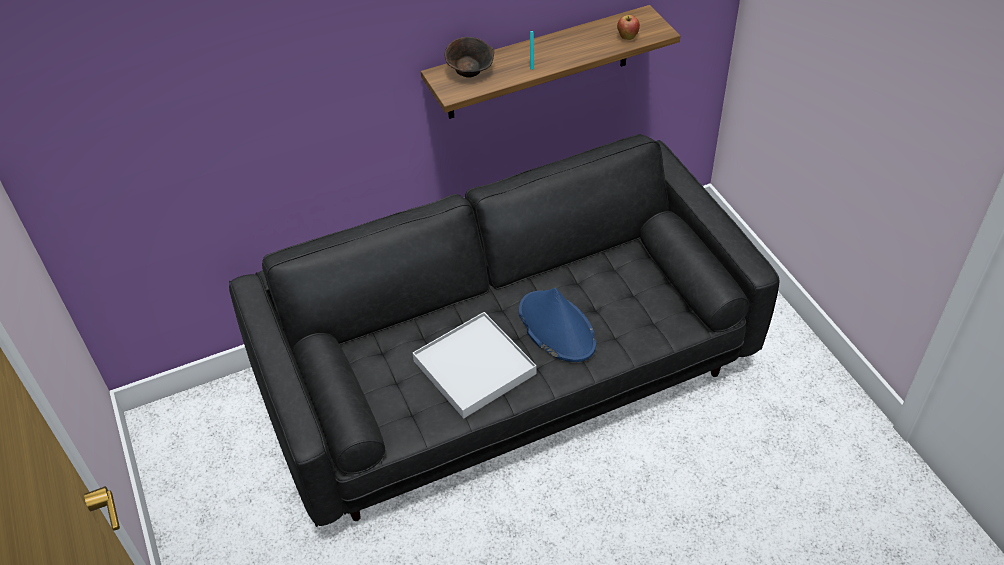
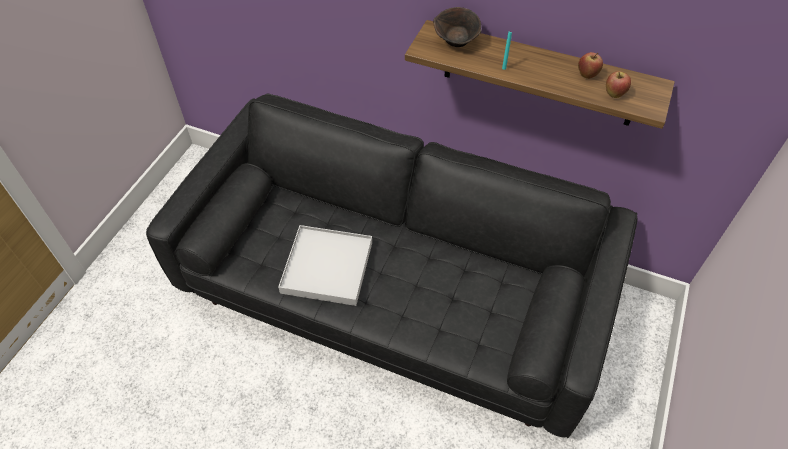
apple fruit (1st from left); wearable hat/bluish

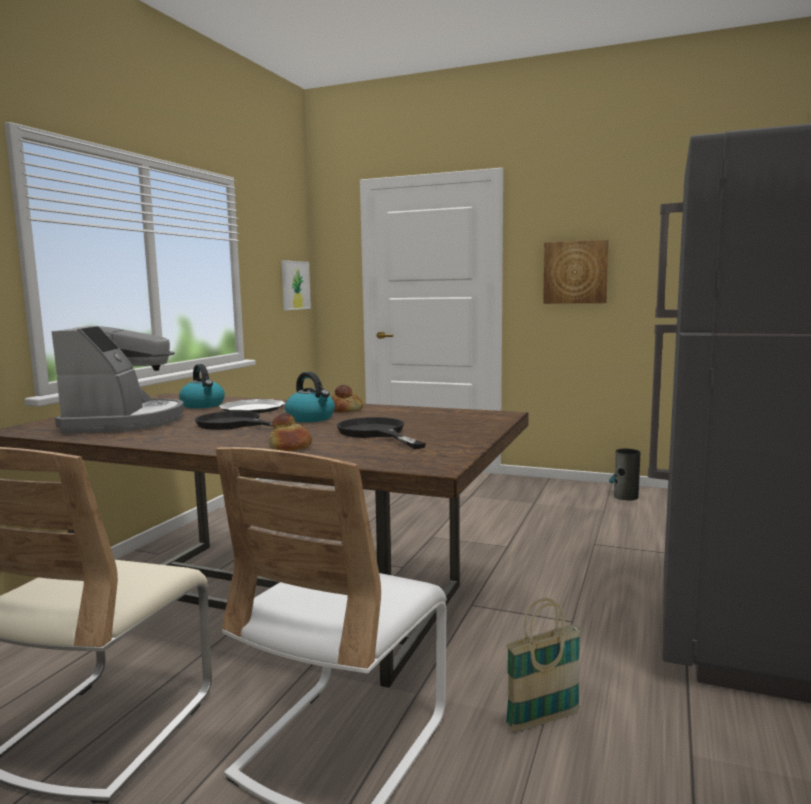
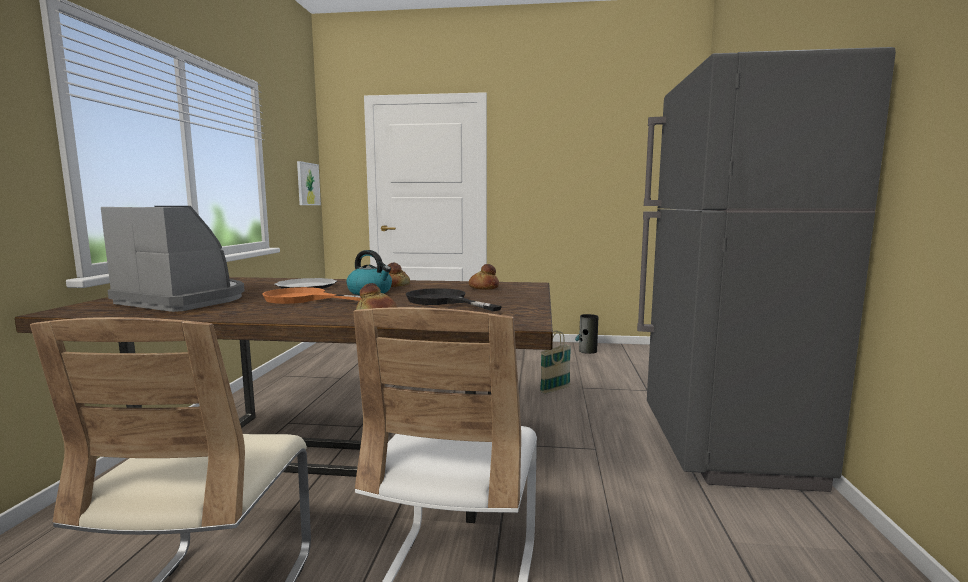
coffee brewer; frying pan/orange-coloured; bread (3rd from left); basket; kettle (1st from left in the first image); picture (2nd from left in the first image)

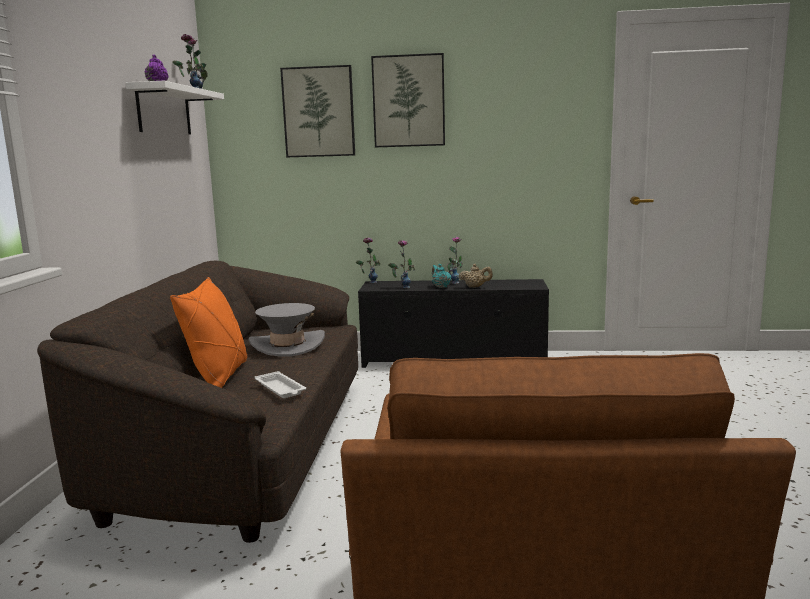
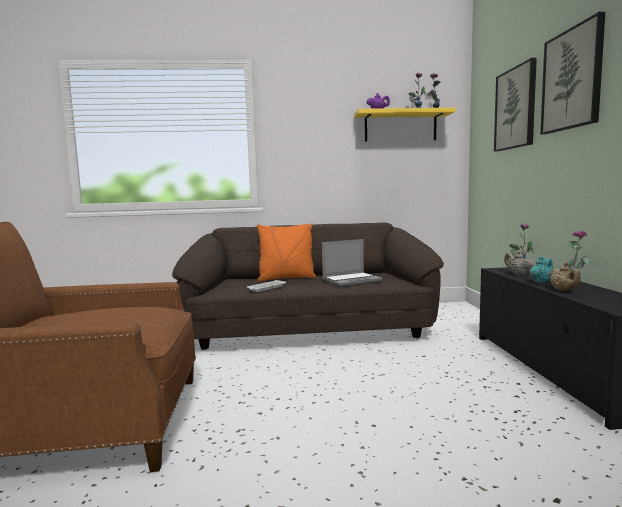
laptop; bracket shelf/yellow-coloured; teapot/sand-coloured (1st from left)

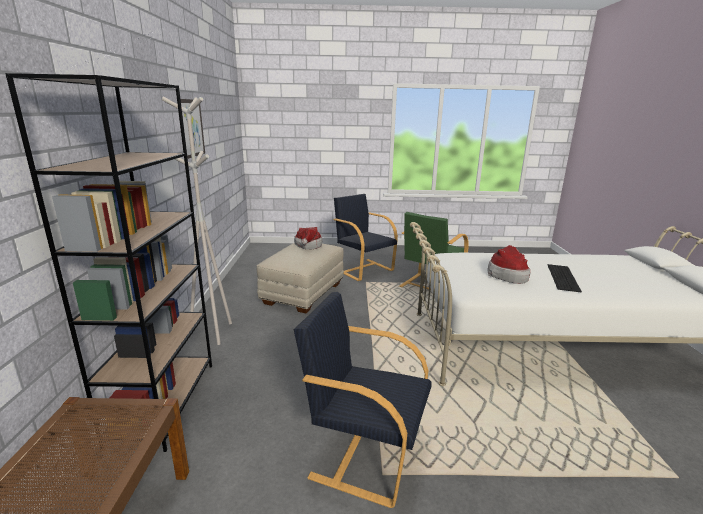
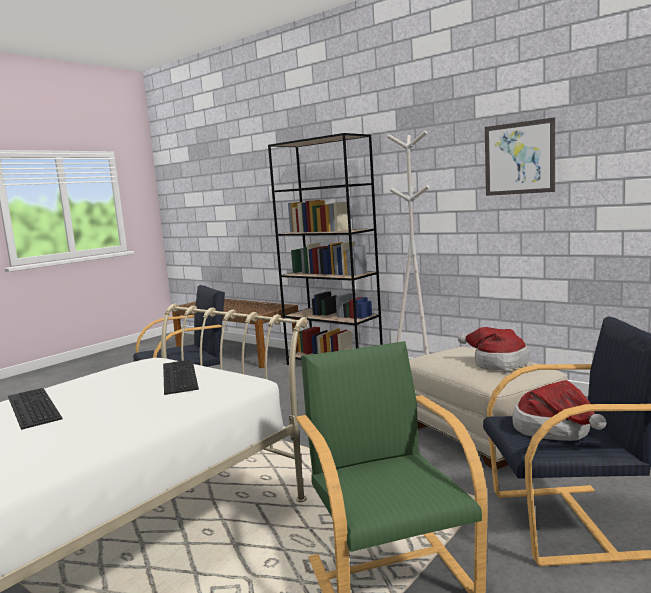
PC keyboard (2nd from left); wearable hat (2nd from left)

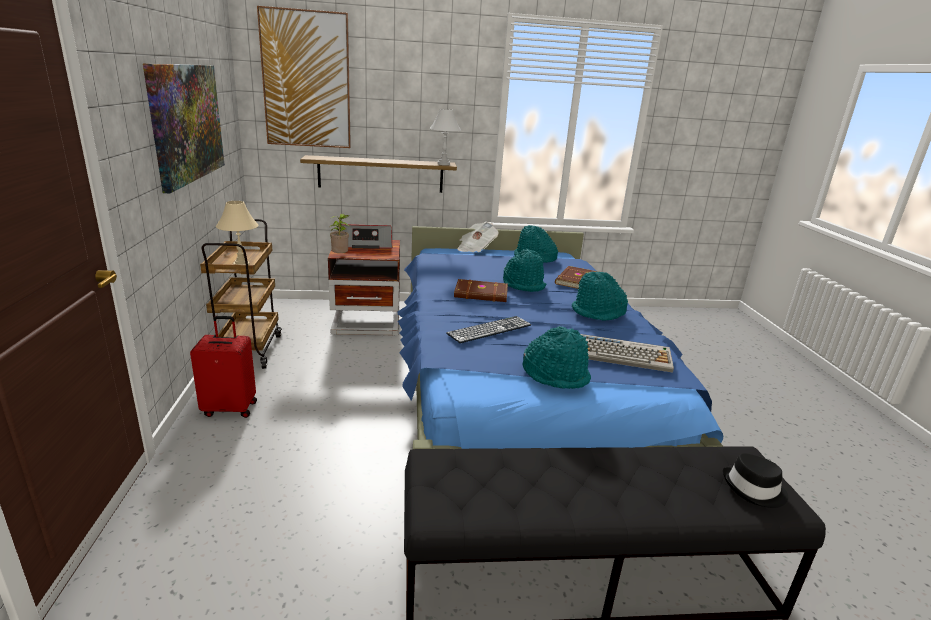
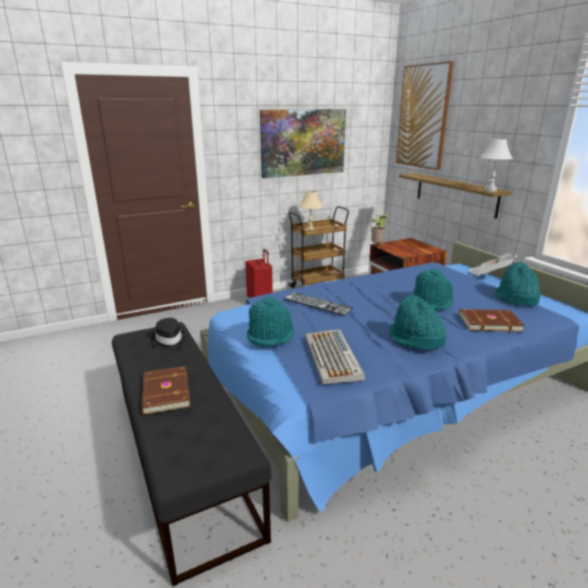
volume/brownish (1st from left); wearable hat/blackish; radio receiver

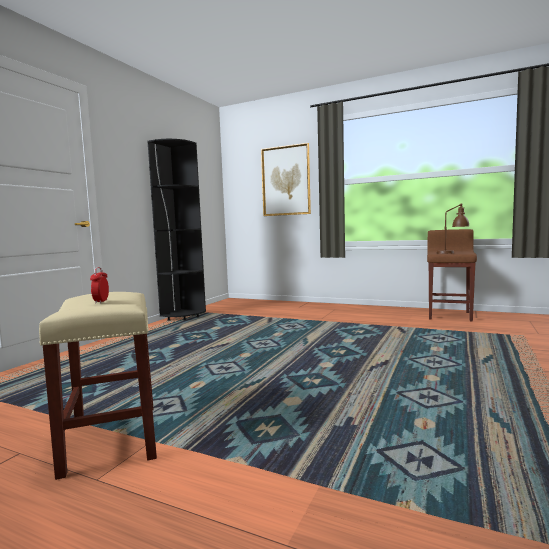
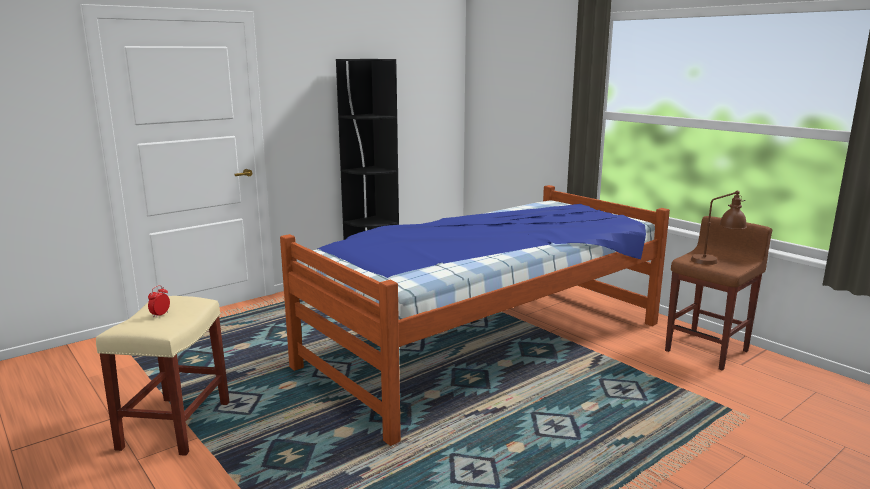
sleeping bed; picture

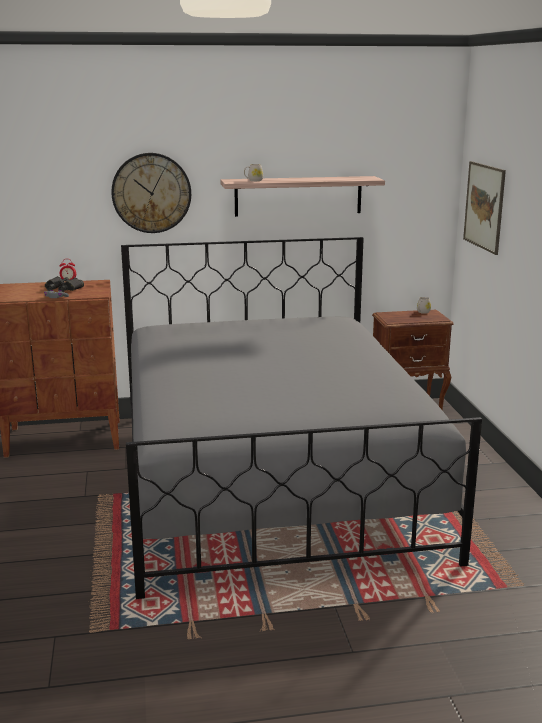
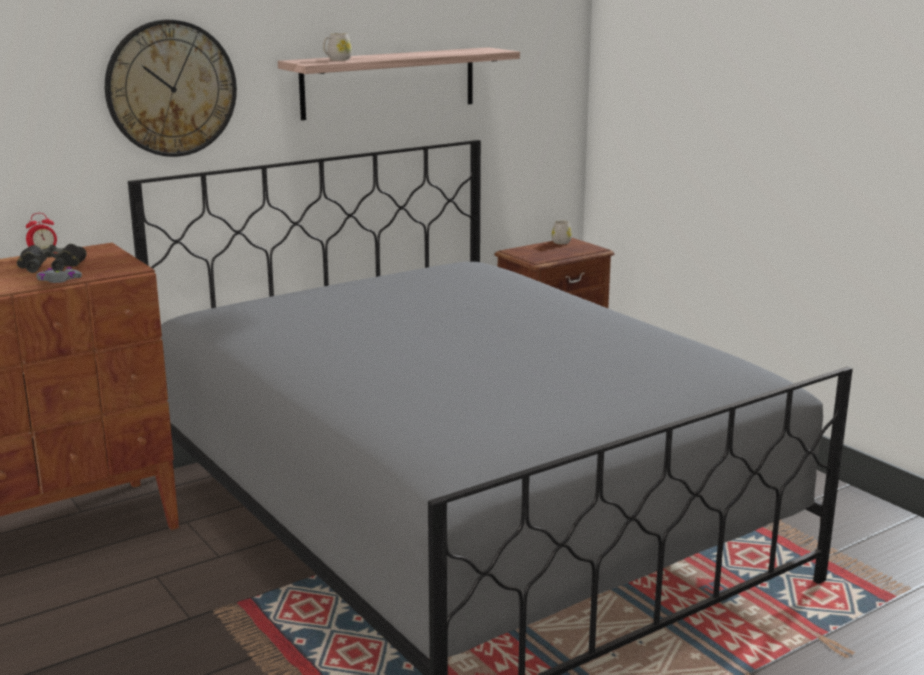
picture

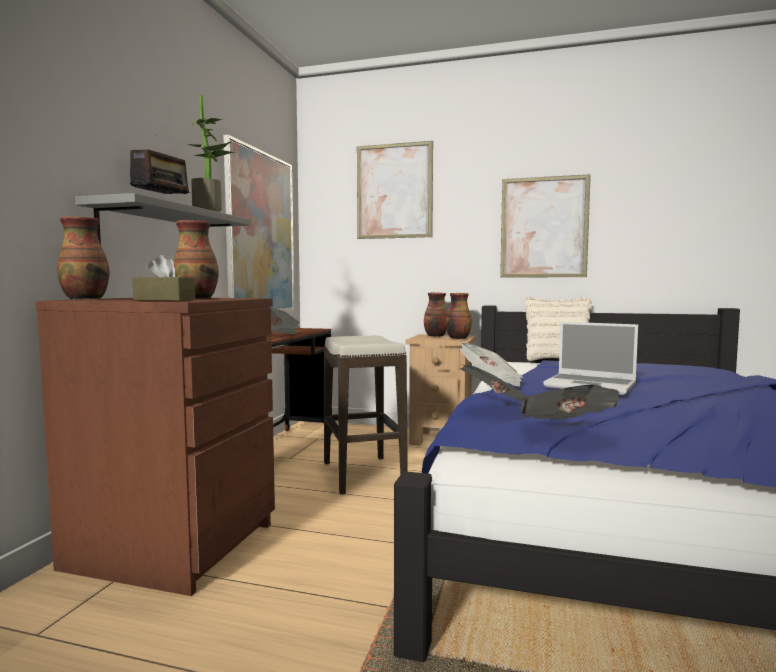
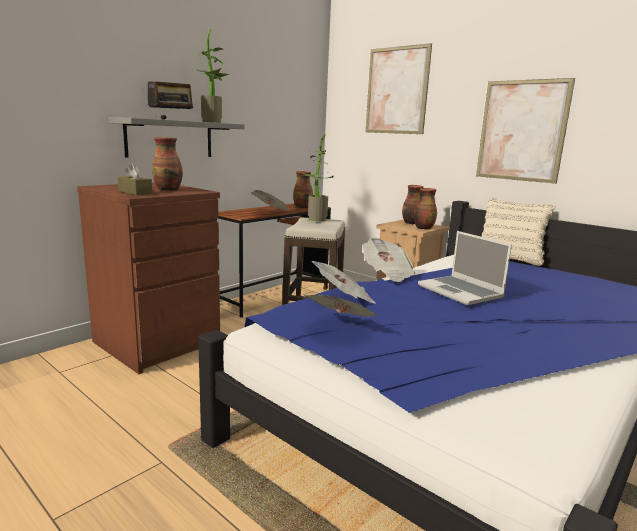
vase (2nd from left); houseplant (2nd from left); picture (1st from left in the first image)

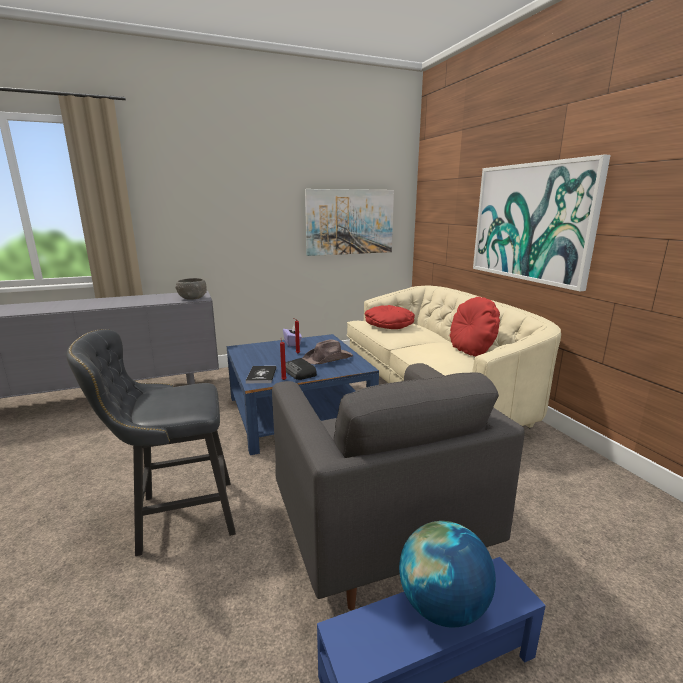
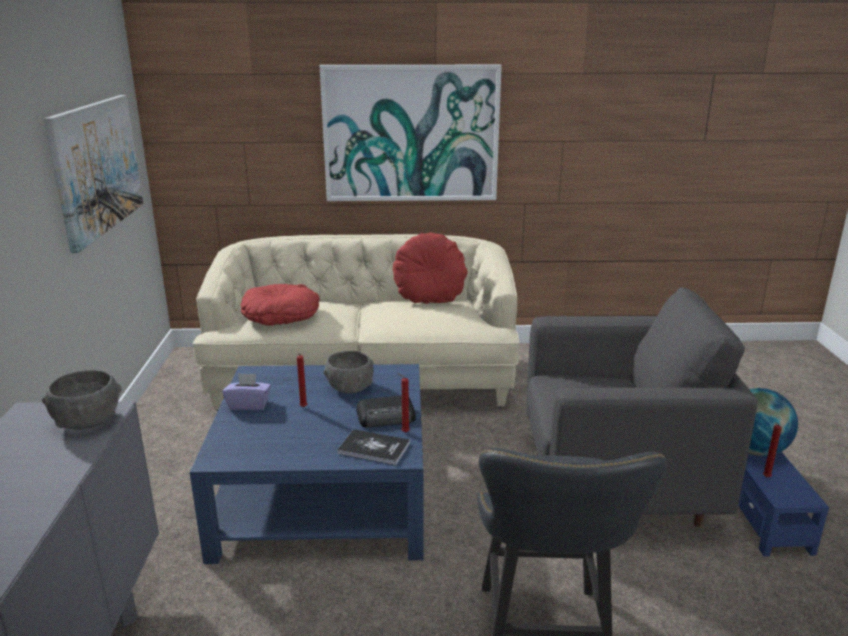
bowl/gray (2nd from left); wax light/red (3rd from left)

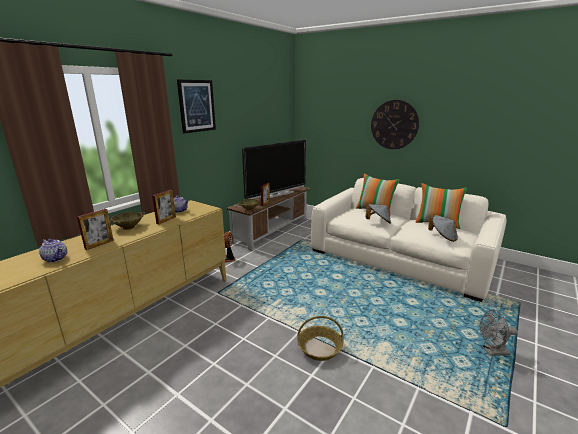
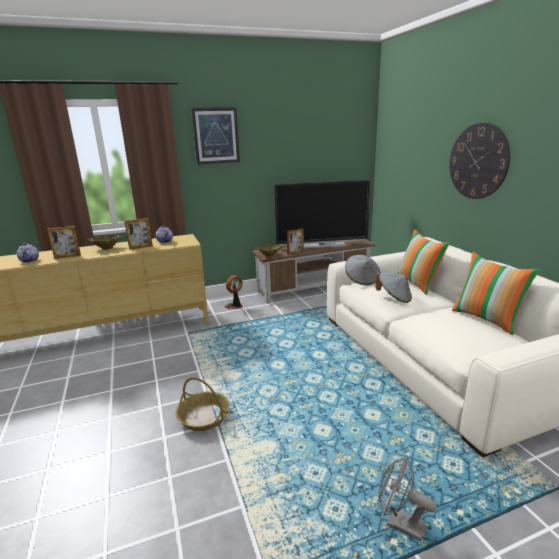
wearable hat/gray (1st from left)

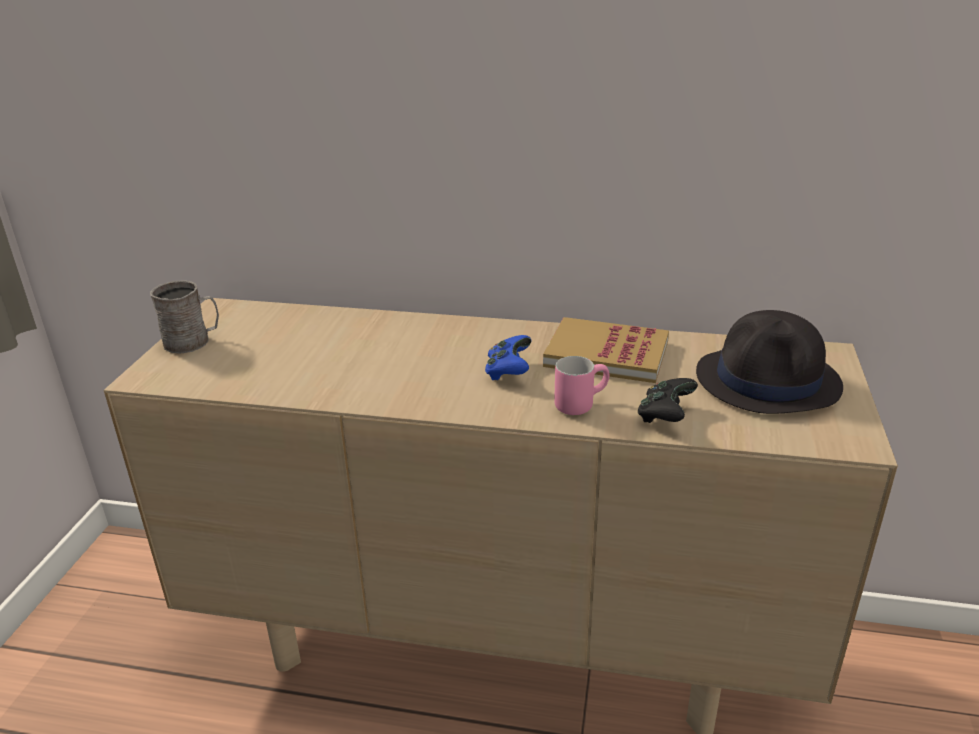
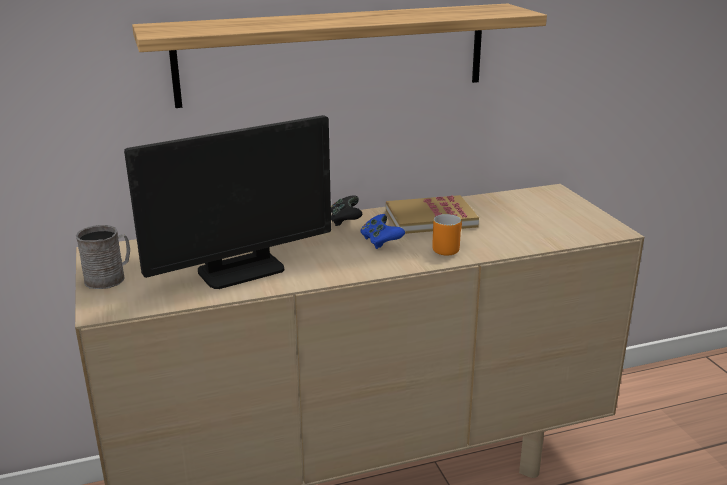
monitor; bracket shelf; joypad/blackish; tea mug/orange-coloured; wearable hat/blackish

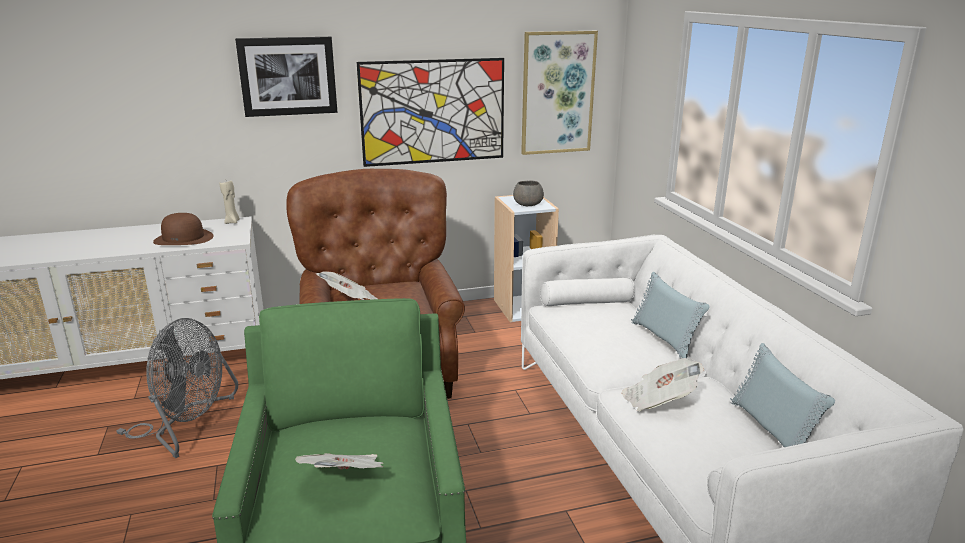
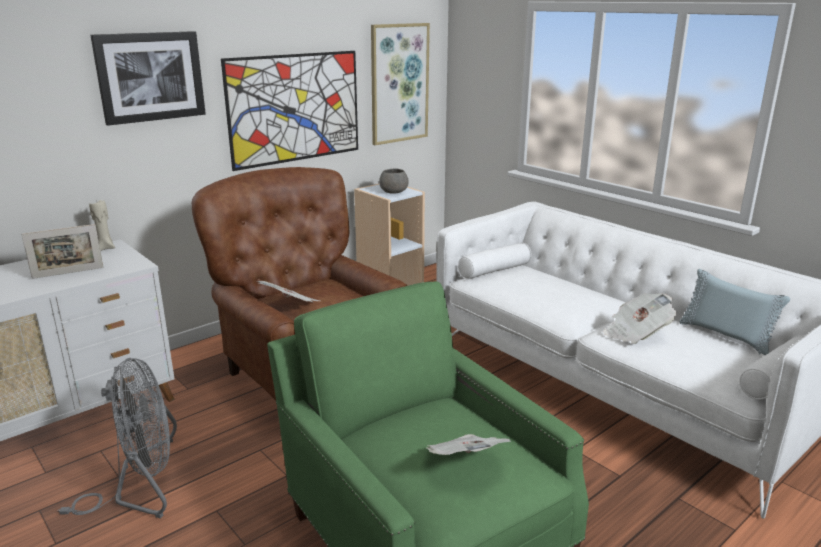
picture frame; pillow/bluish (1st from left in the first image)

